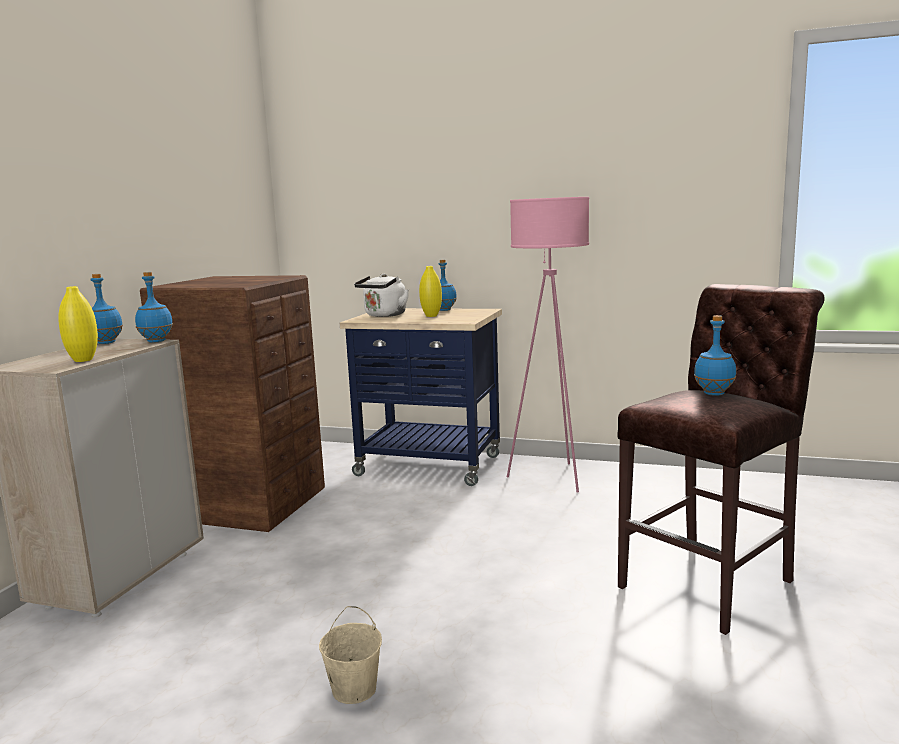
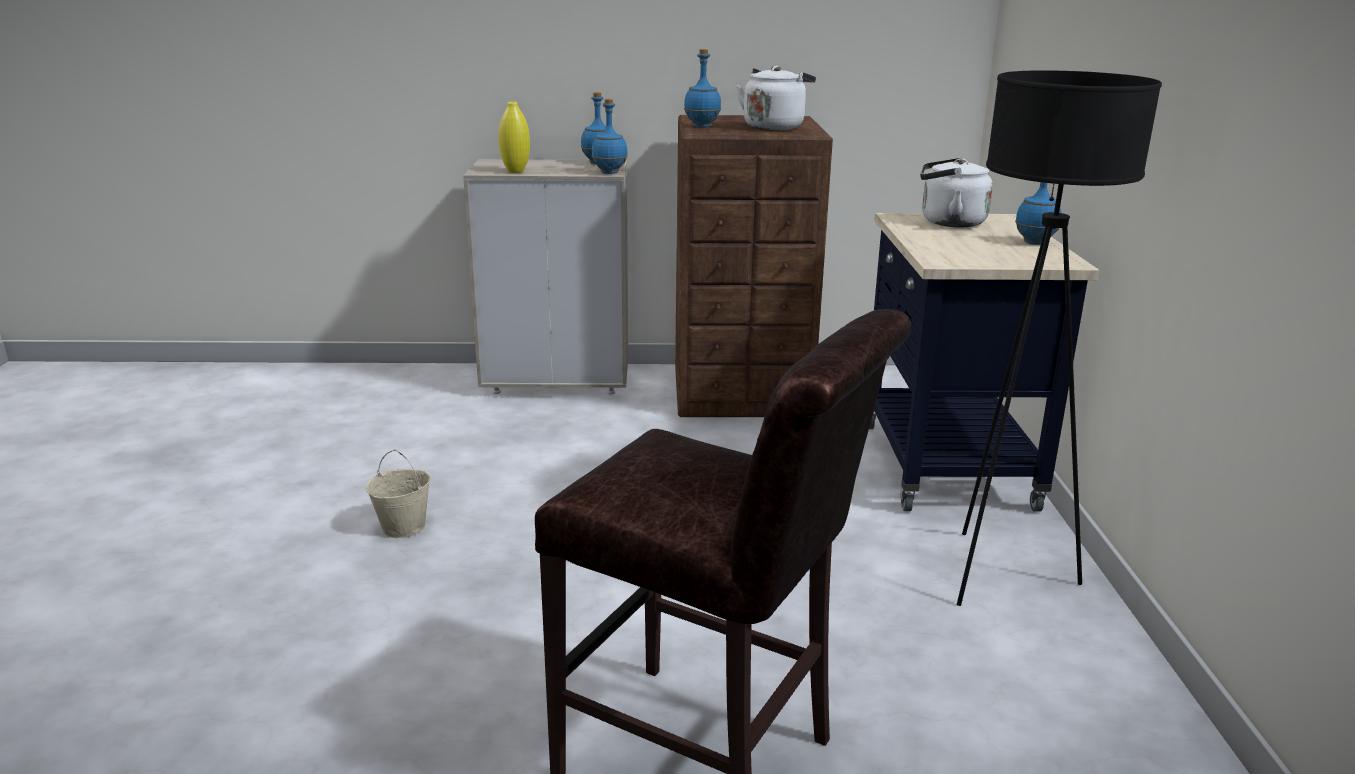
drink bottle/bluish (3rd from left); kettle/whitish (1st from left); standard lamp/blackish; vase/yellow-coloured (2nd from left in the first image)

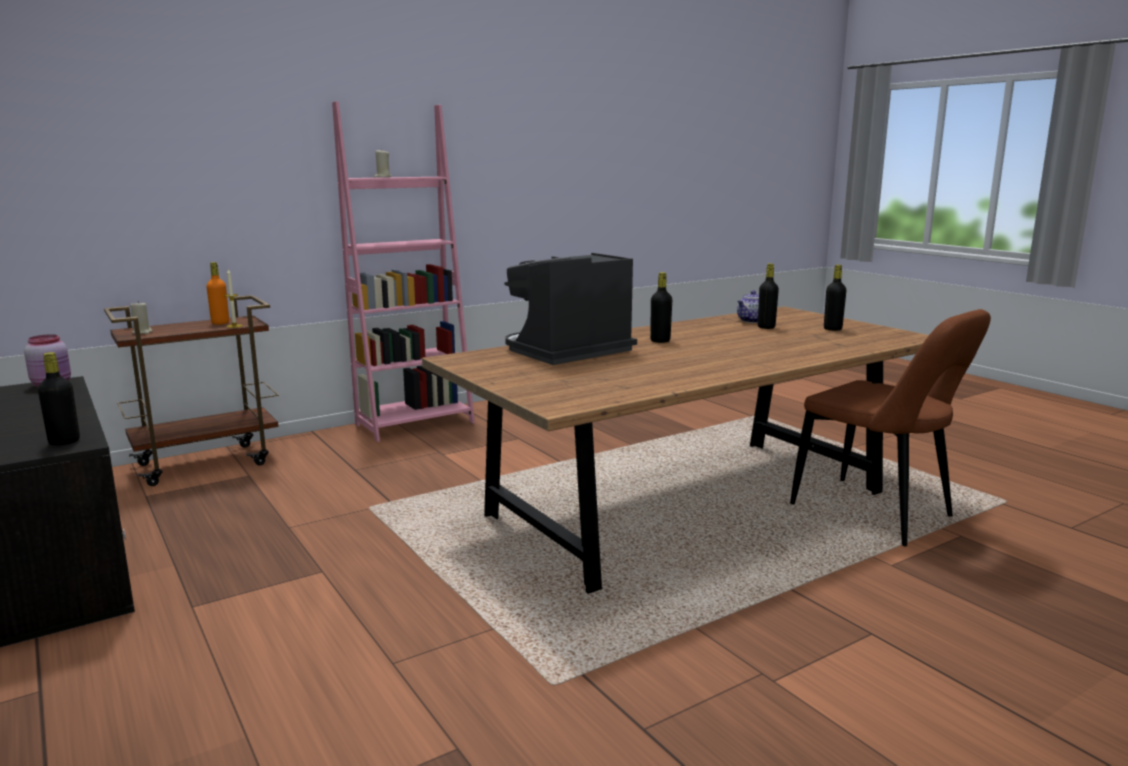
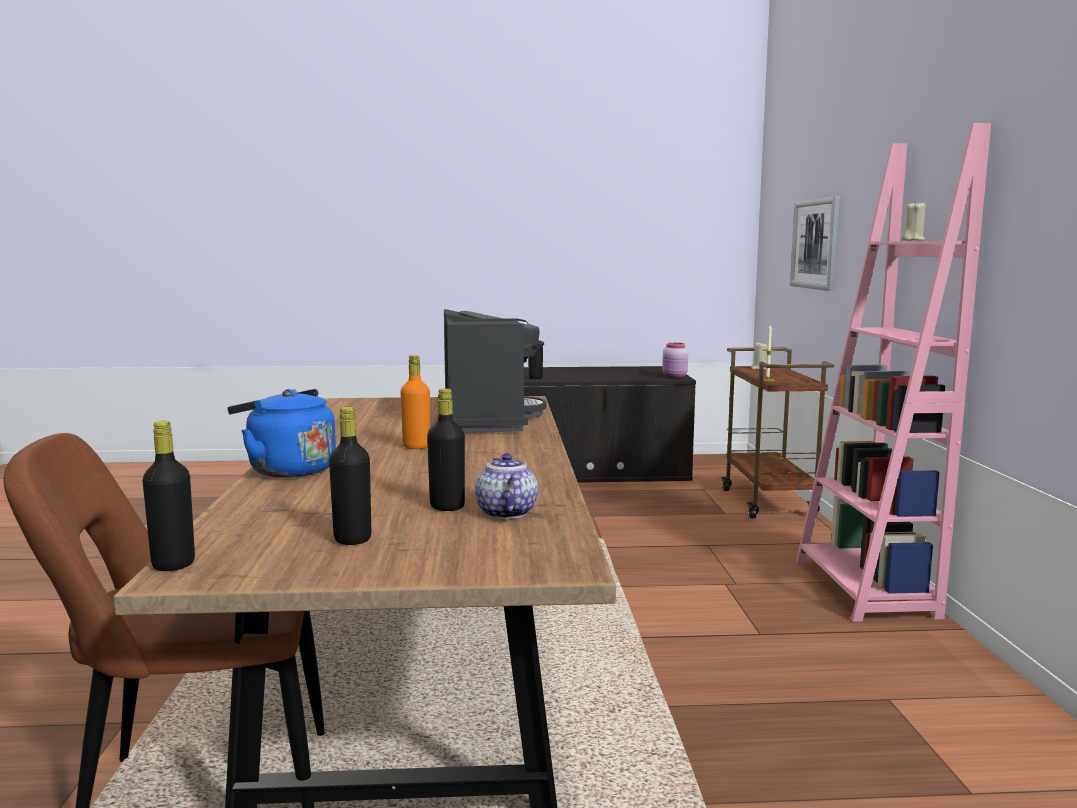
drink bottle/blackish (1st from left); kettle/bluish; drink bottle/orange-coloured; picture

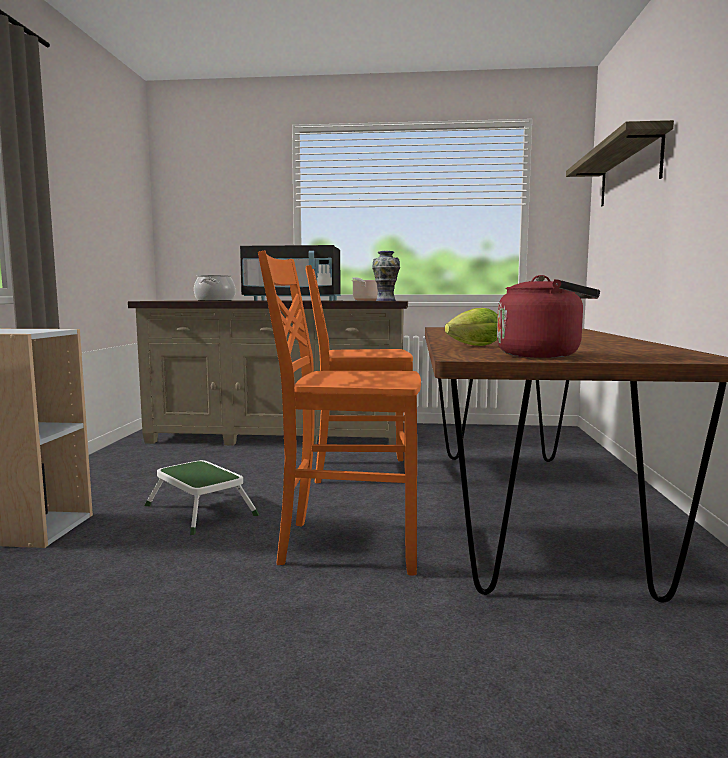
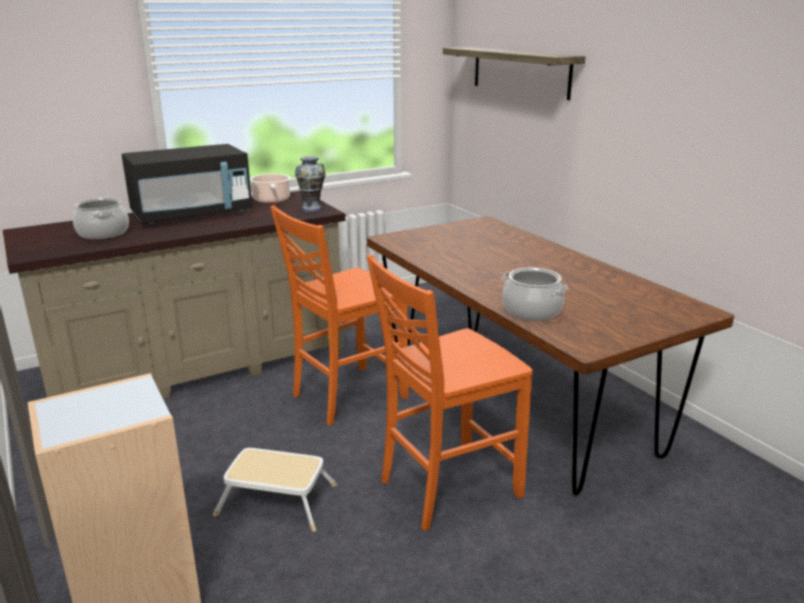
stepladder/sand-coloured; saucepot (3rd from left); kettle/red

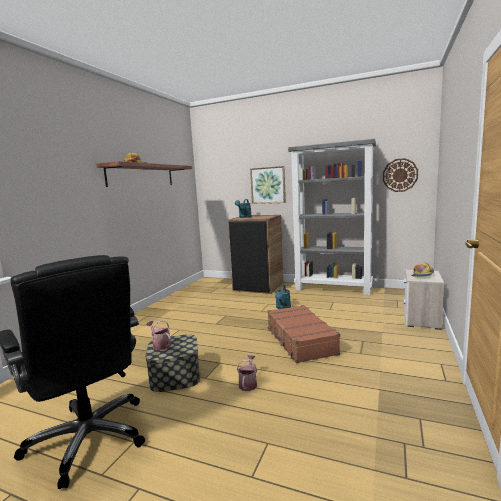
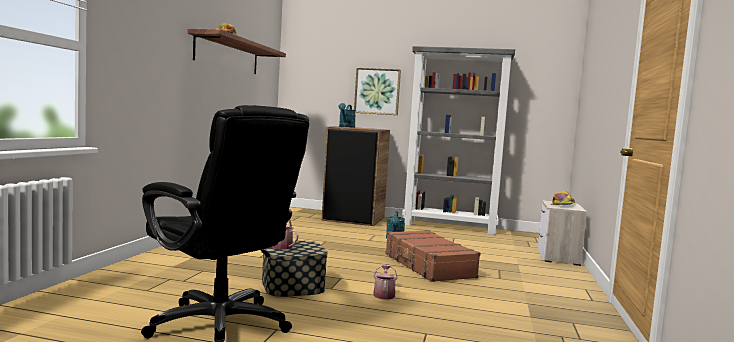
hanging clock

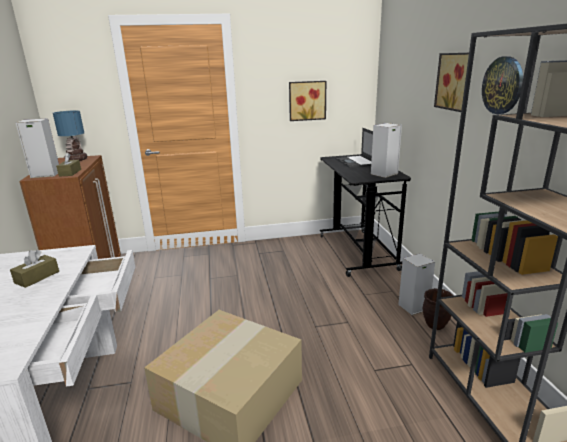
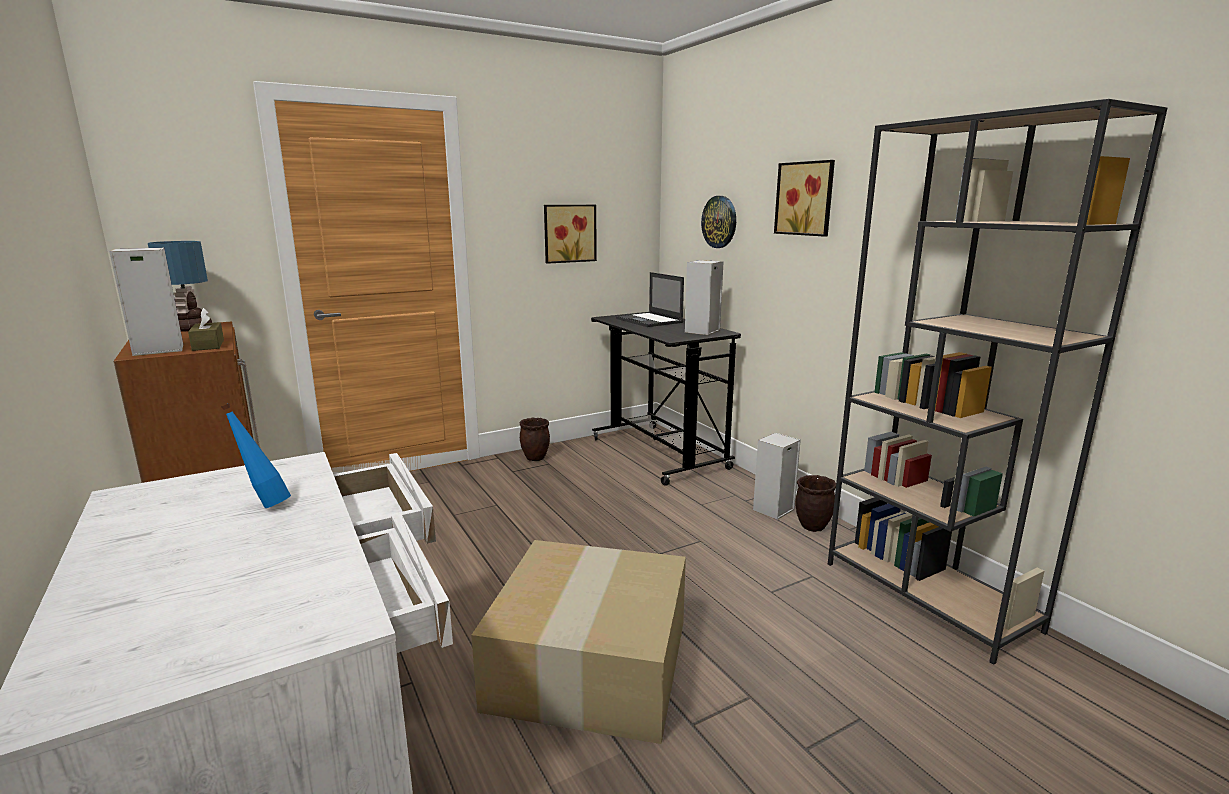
drink bottle/bluish; plant pot/brownish (1st from left); hanging clock

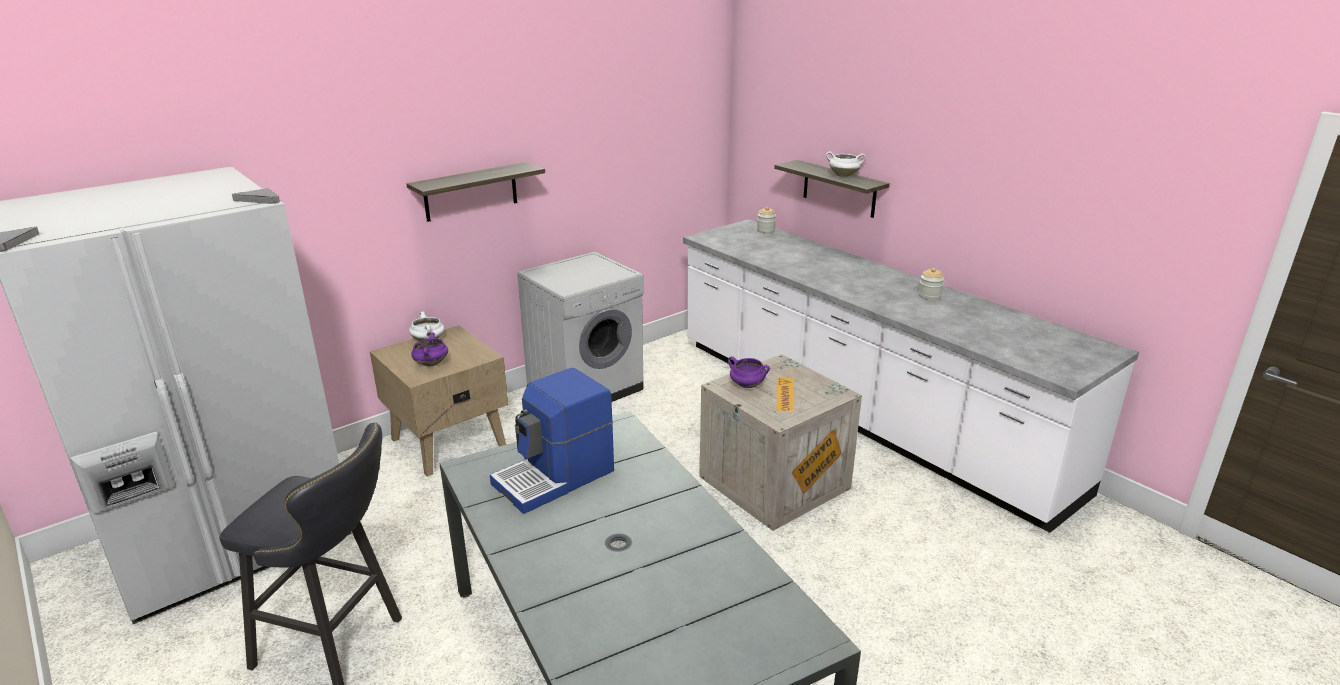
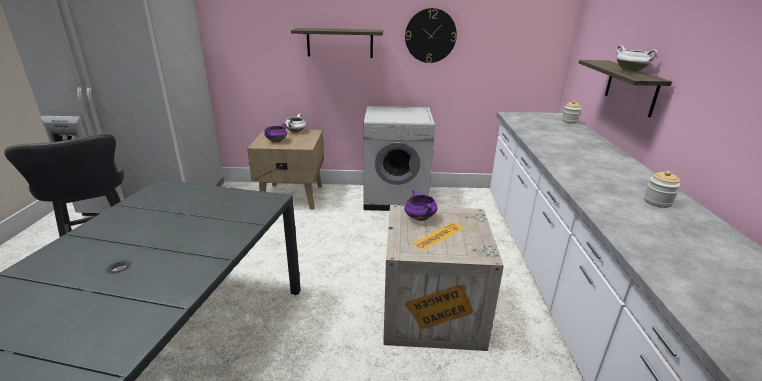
hanging clock; coffee brewer

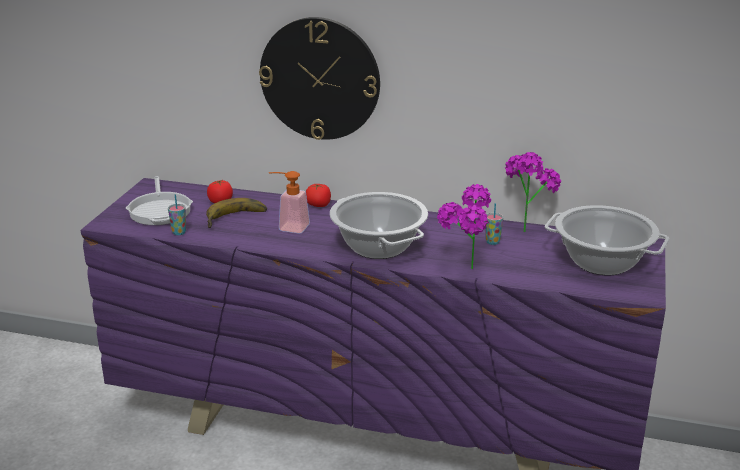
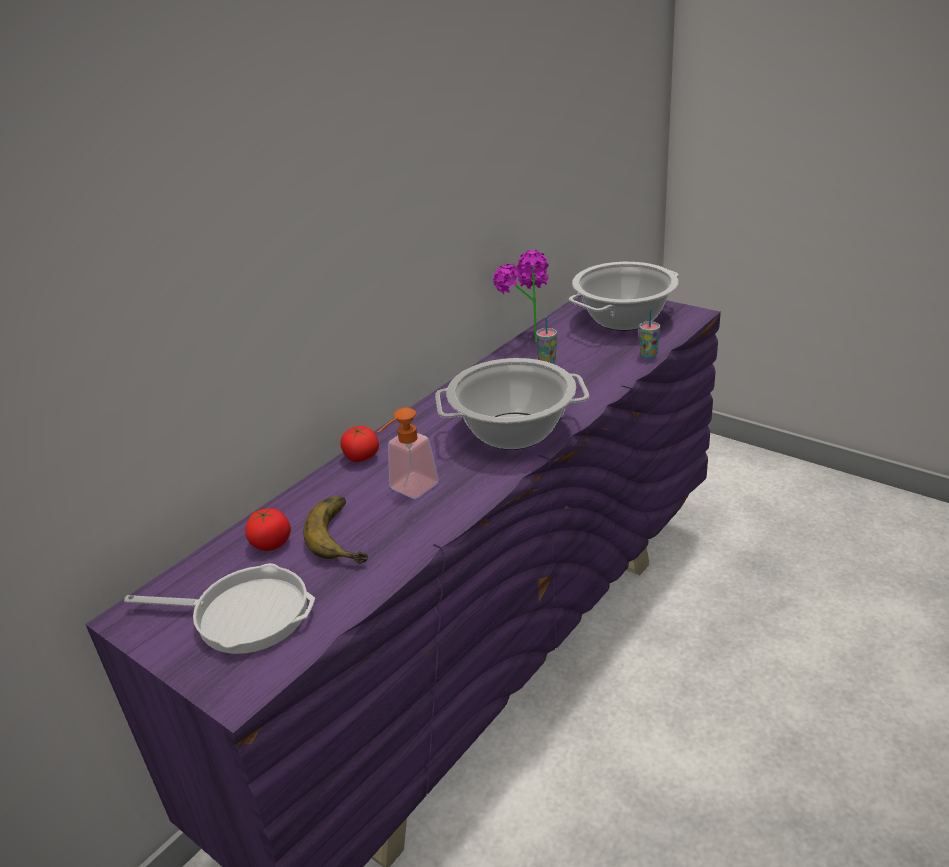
drinking cup (2nd from left); hanging clock; houseplant (1st from left in the first image)

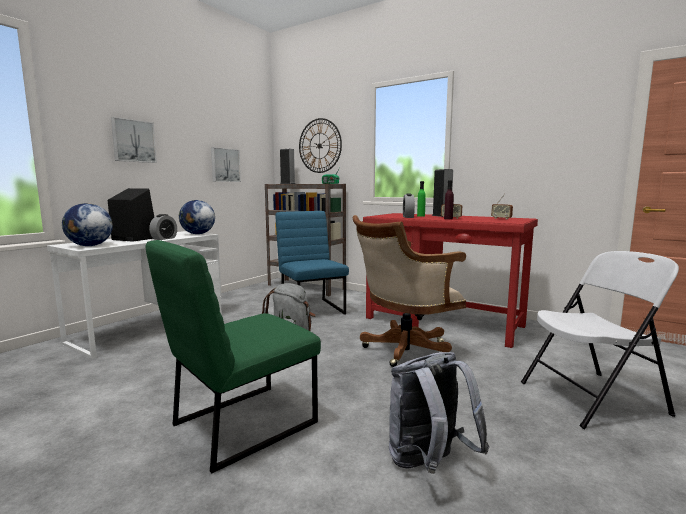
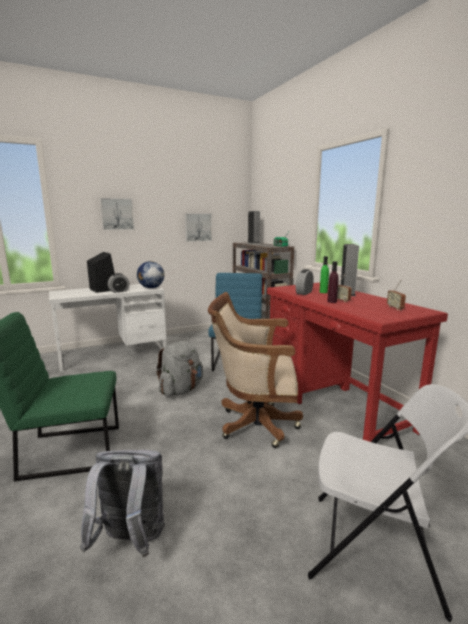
world globe (1st from left in the first image); hanging clock

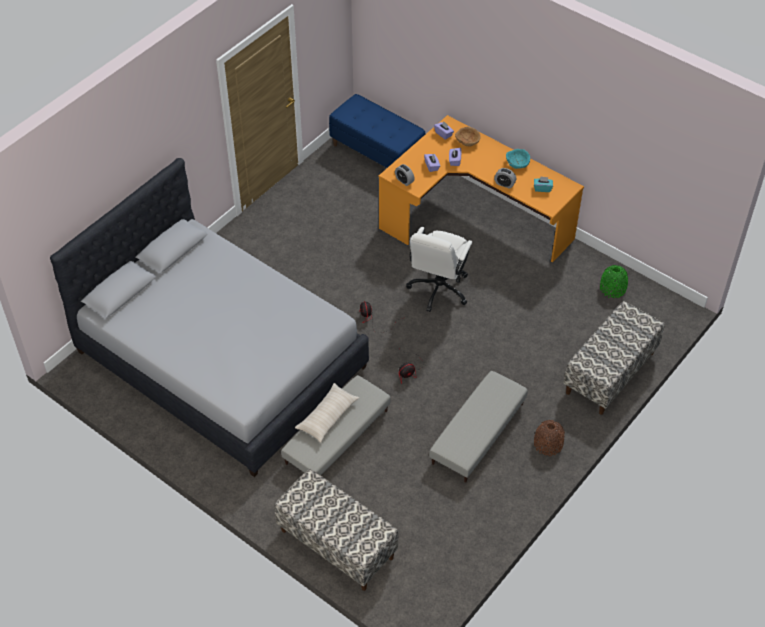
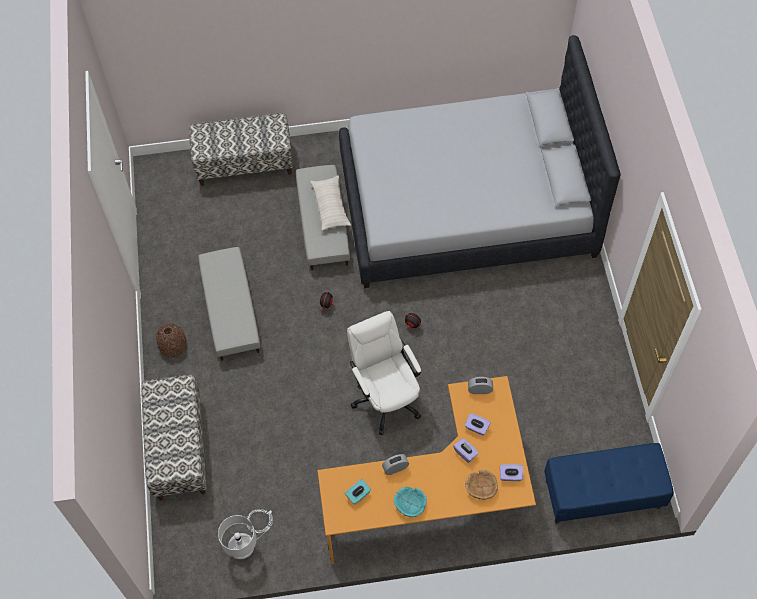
table lamp/whitish

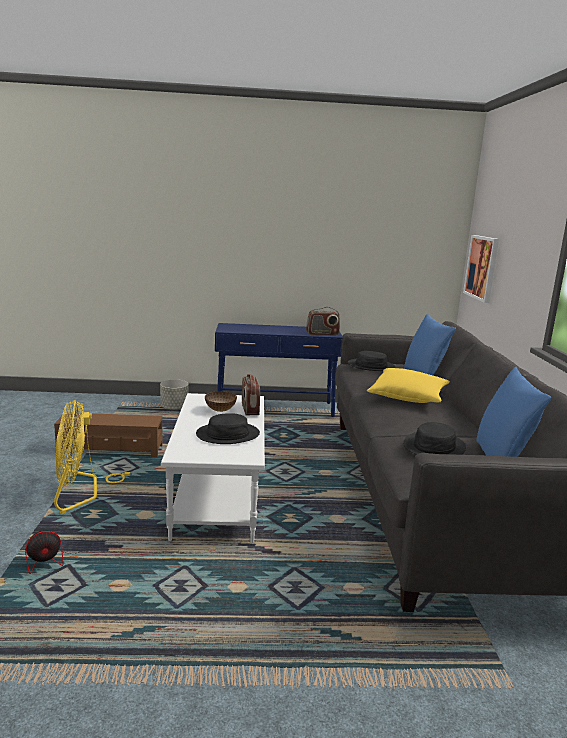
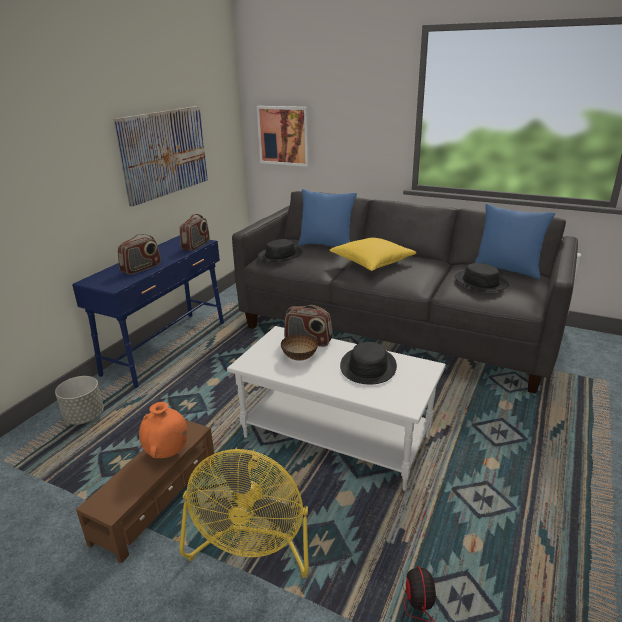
picture (1st from left); radio receiver (1st from left); vase/orange-coloured

